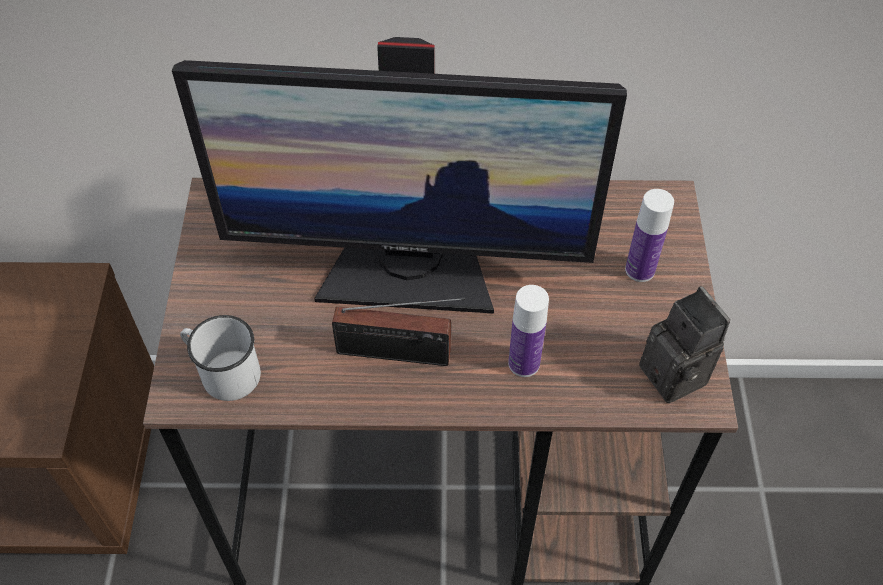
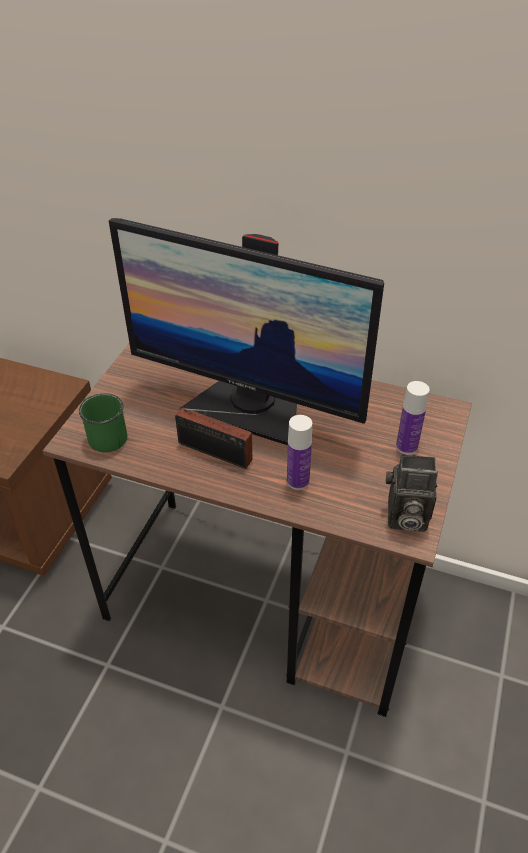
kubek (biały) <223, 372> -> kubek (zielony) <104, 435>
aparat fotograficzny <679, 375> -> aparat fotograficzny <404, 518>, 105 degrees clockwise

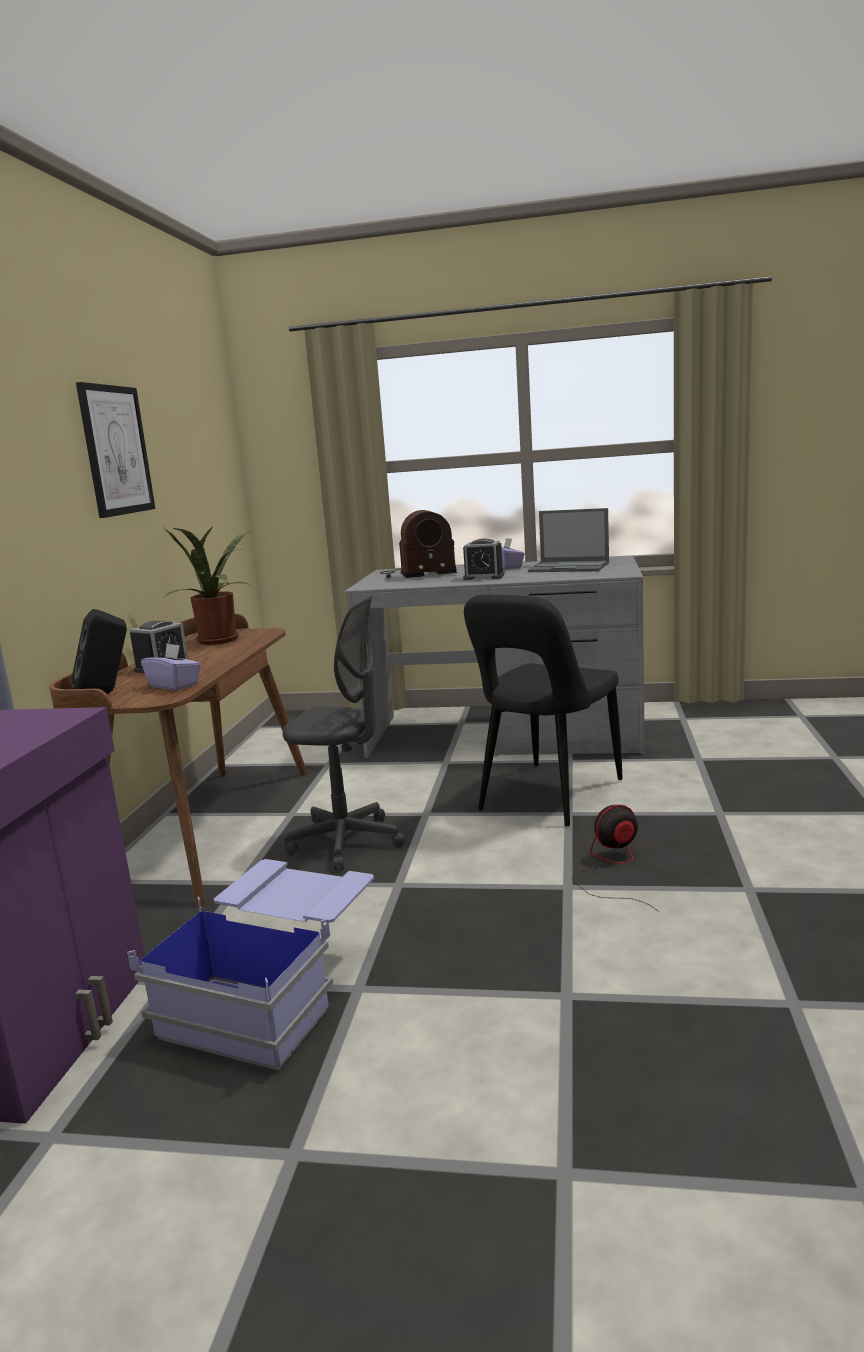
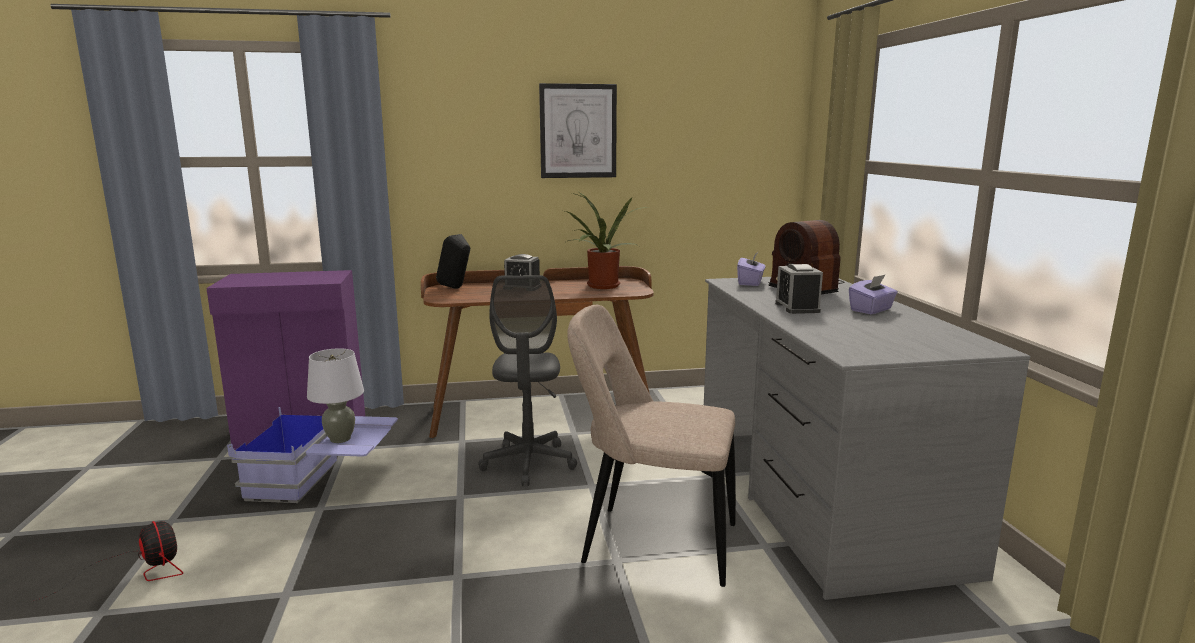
laptop <570, 567> -> none
none -> lampa stołowa (szary) <340, 439>
pudełko chusteczek (fioletowy) <174, 685> -> pudełko chusteczek (fioletowy) <750, 282>, shifted
wentylator <612, 867> -> wentylator <140, 570>, shifted
krzesło (czarny) <547, 797> -> krzesło (beżowy) <652, 543>

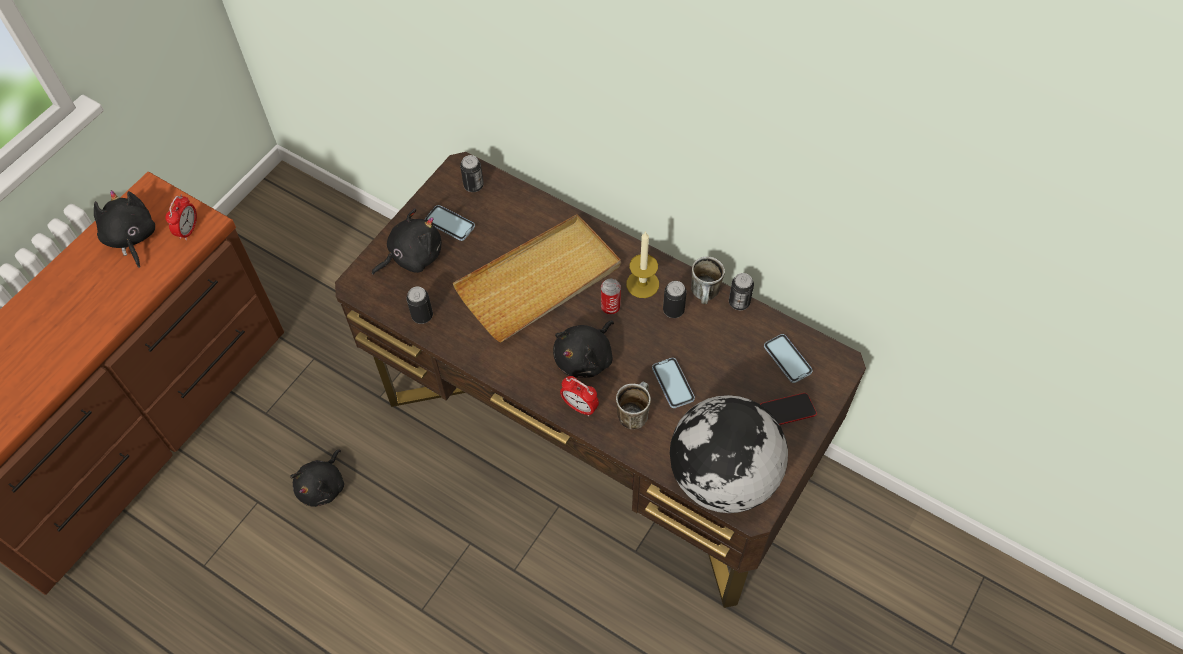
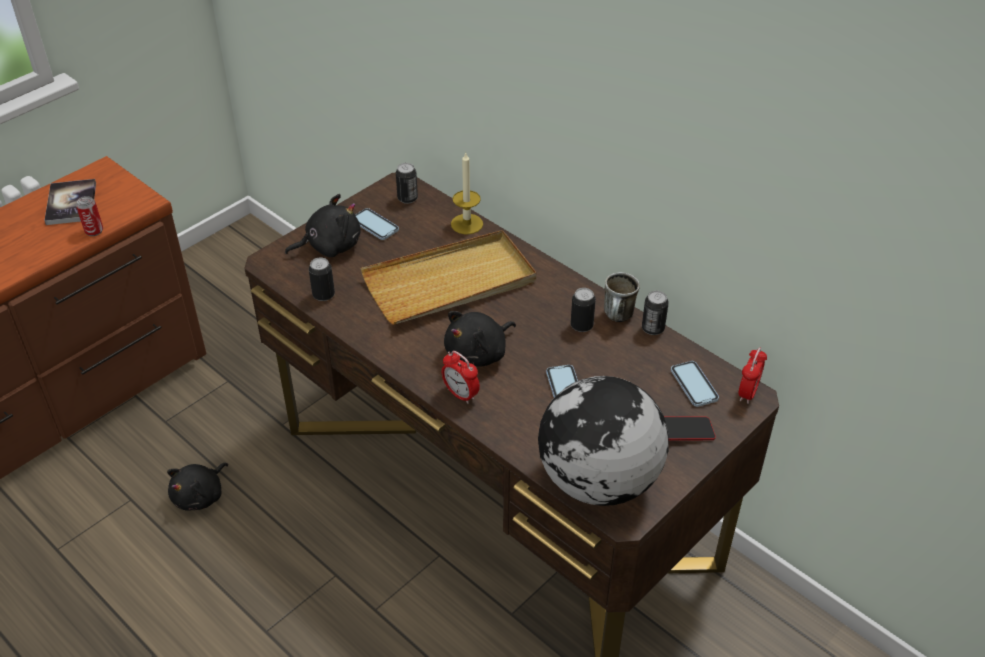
kubek <633, 413> -> none
budzik <188, 230> -> budzik <748, 393>, shifted
puszka <610, 307> -> puszka <94, 231>, shifted
świeca <642, 284> -> świeca <467, 224>, shifted
pluszak (czarny) <131, 238> -> książka <71, 203>

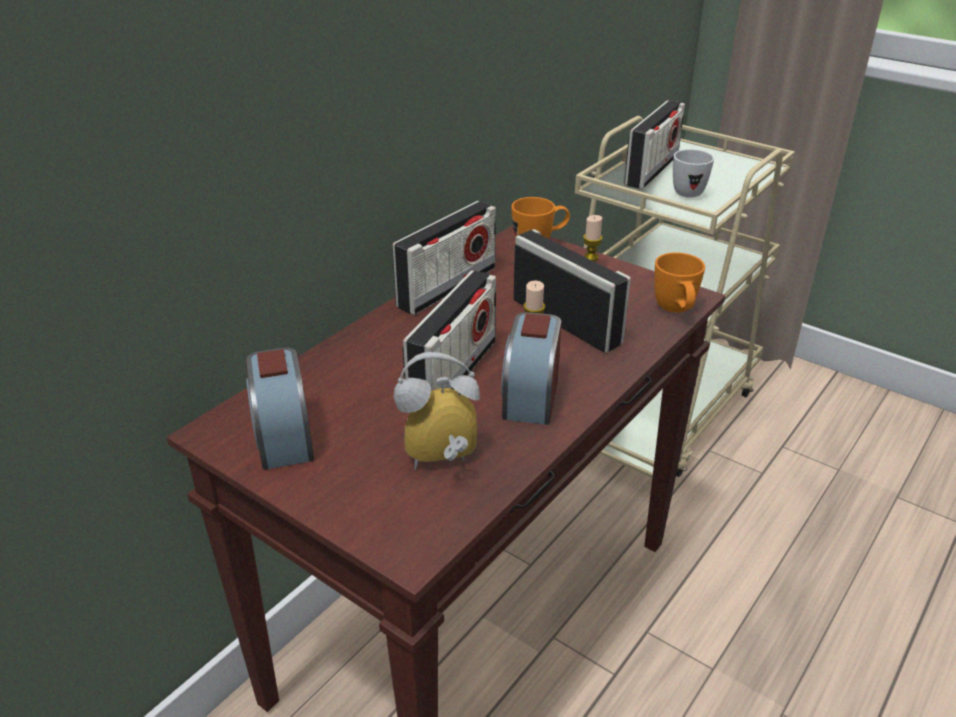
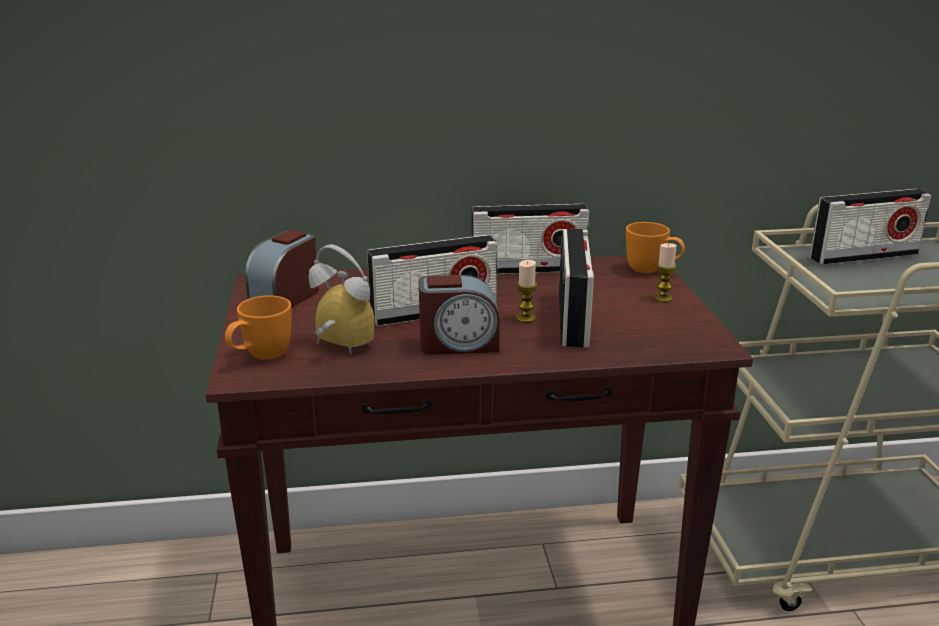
kubek (biały) <687, 190> -> none
kubek (pomarańczowy) <676, 311> -> kubek (pomarańczowy) <261, 357>, shifted
budzik <530, 396> -> budzik <459, 344>, 150 degrees counterclockwise

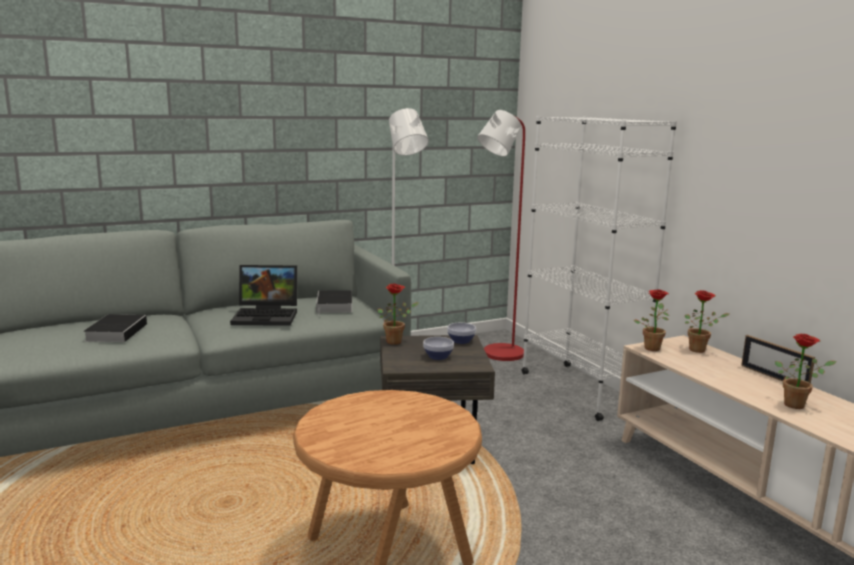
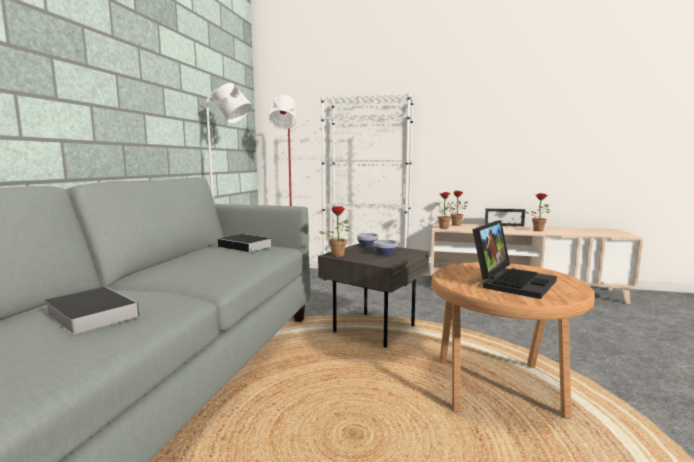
laptop <268, 316> -> laptop <512, 282>, shifted

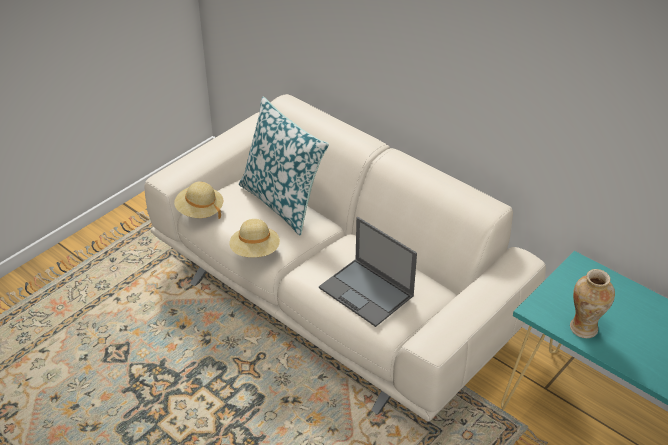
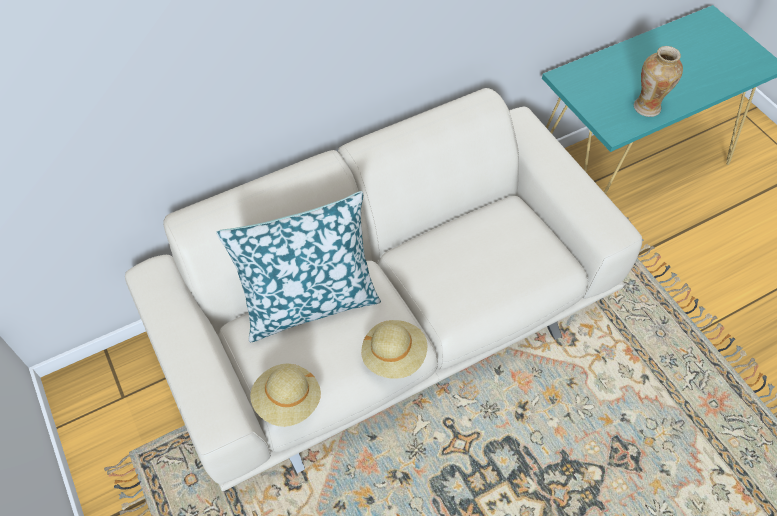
laptop <367, 292> -> none

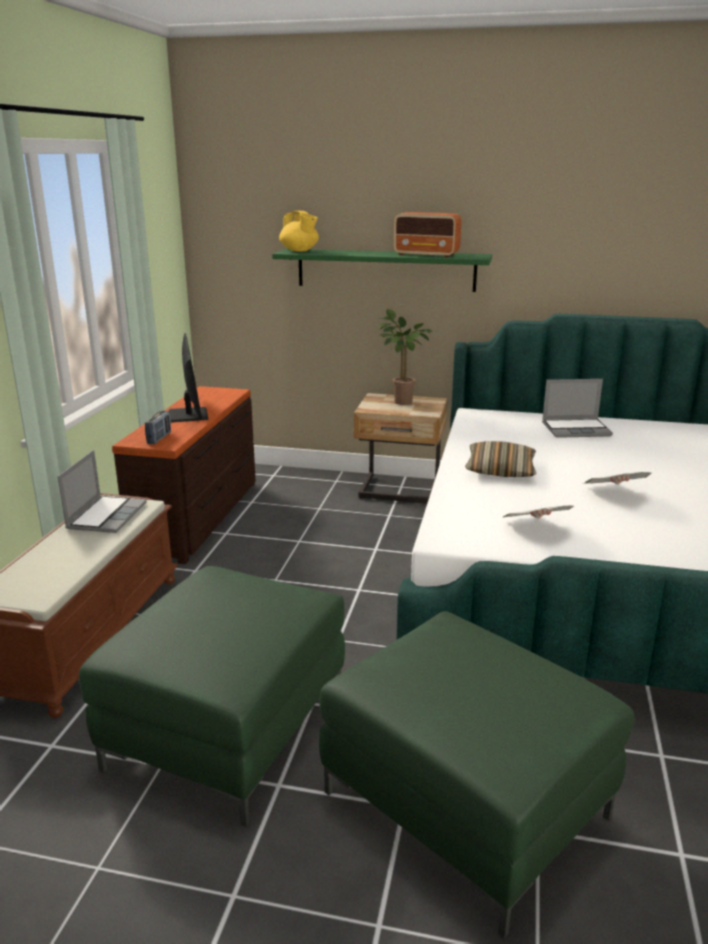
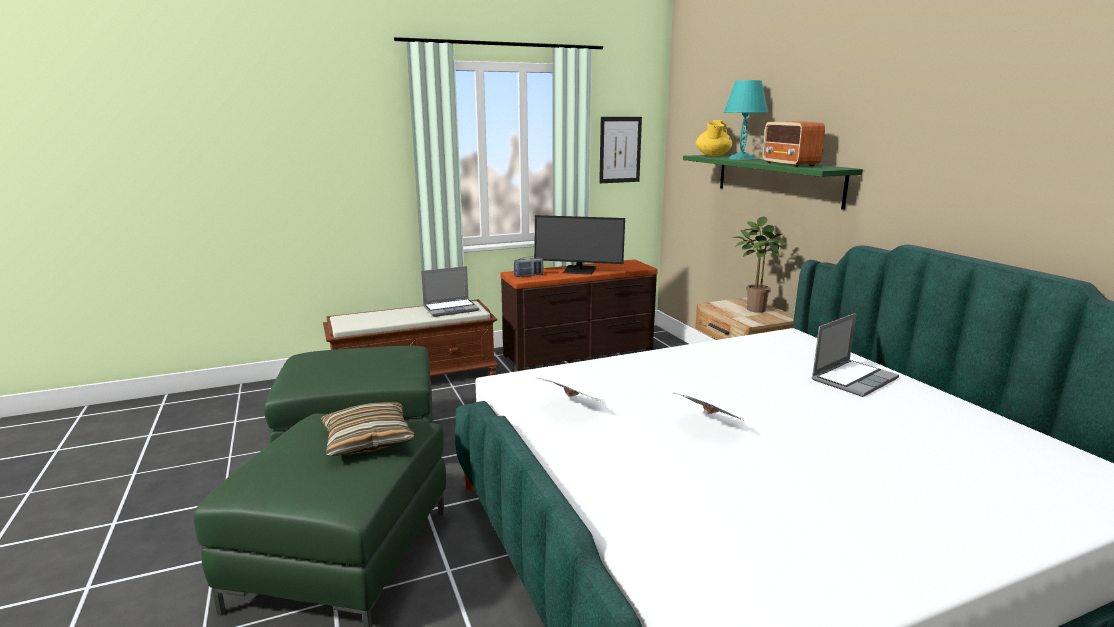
none -> obraz <620, 150>
none -> lampa stołowa (turkusowy) <741, 158>
poduszka <500, 470> -> poduszka <368, 440>, shifted
monitor <189, 415> -> monitor <579, 270>, 60 degrees clockwise
laptop <576, 429> -> laptop <853, 379>, 90 degrees counterclockwise

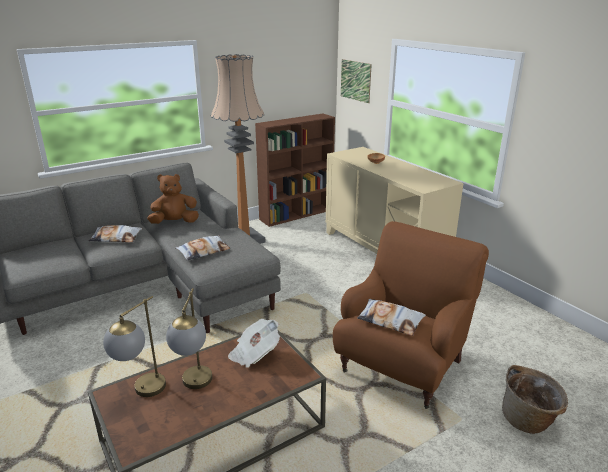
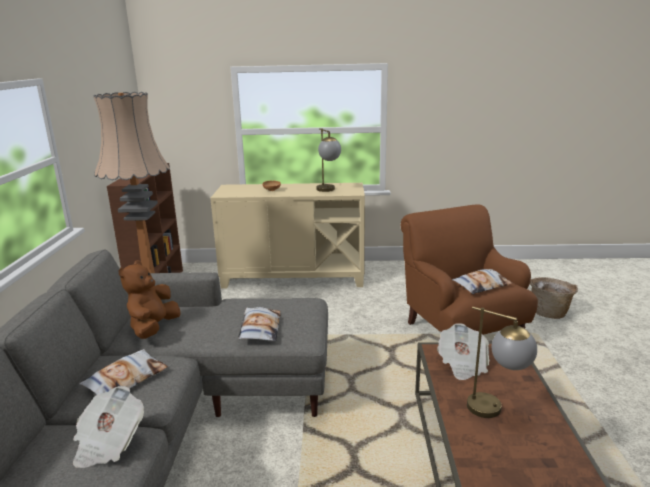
obraz <355, 80> -> none
none -> gazeta <108, 443>
lampa stołowa <142, 393> -> lampa stołowa <328, 191>, shifted

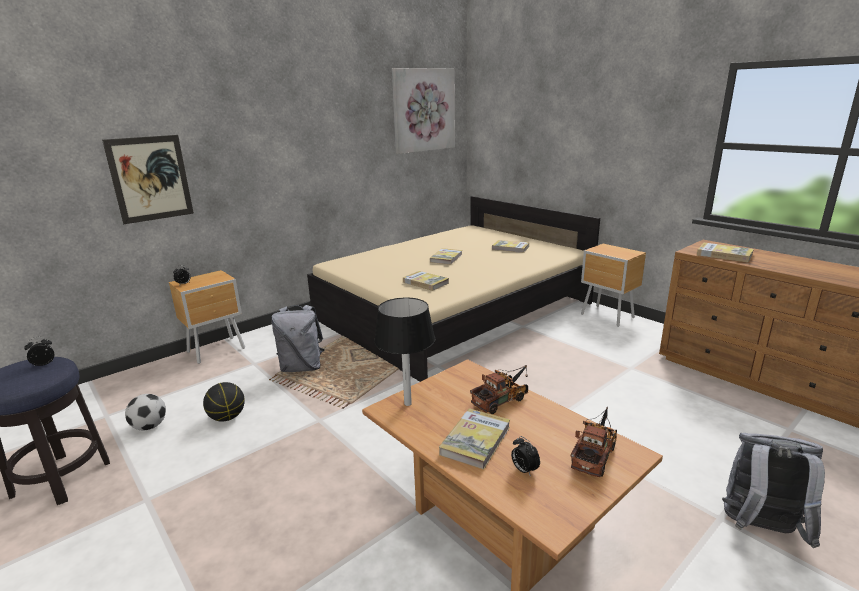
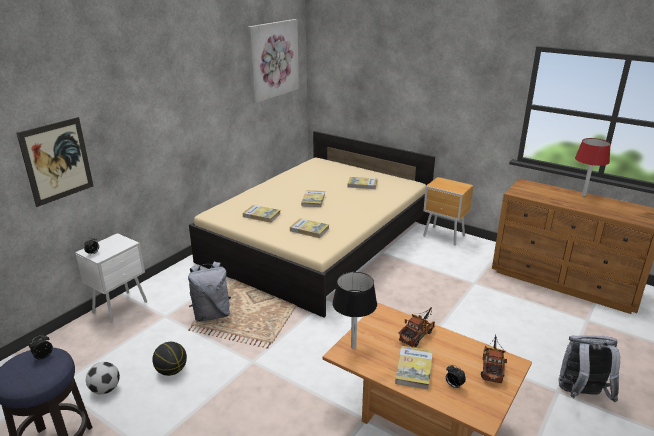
none -> lampa stołowa (czerwony) <583, 195>
książka <724, 255> -> książka <261, 215>, shifted
szafka nocna (brązowy) <218, 350> -> szafka nocna (biały) <121, 307>

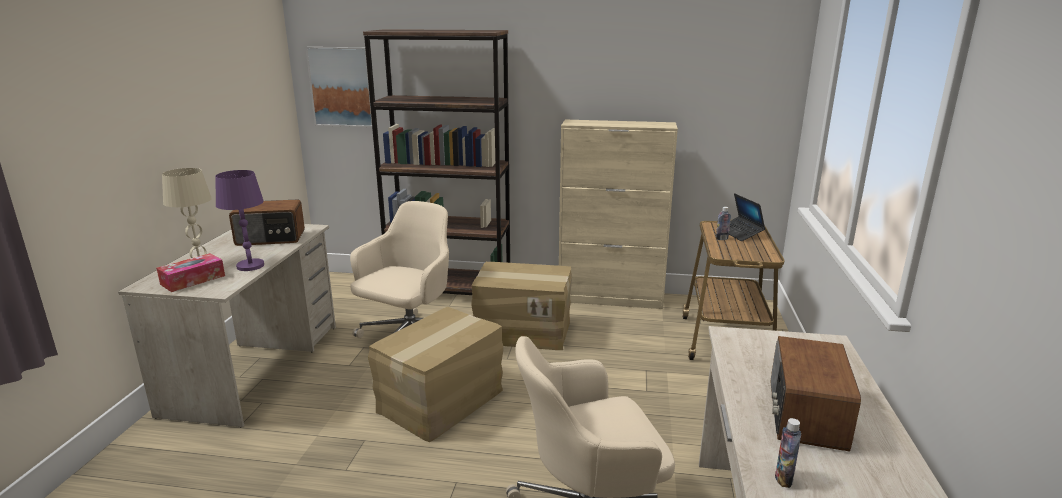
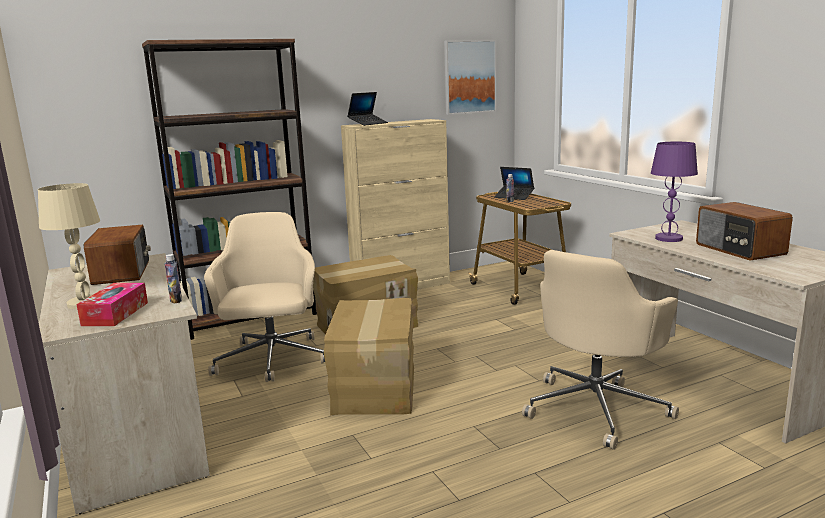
none -> laptop <368, 124>
lampa stołowa (fioletowy) <250, 266> -> lampa stołowa (fioletowy) <668, 238>, shifted
obraz <342, 87> -> obraz <469, 77>, shifted
butelka <783, 479> -> butelka <176, 300>, shifted
radio <271, 238> -> radio <123, 272>, 60 degrees counterclockwise

